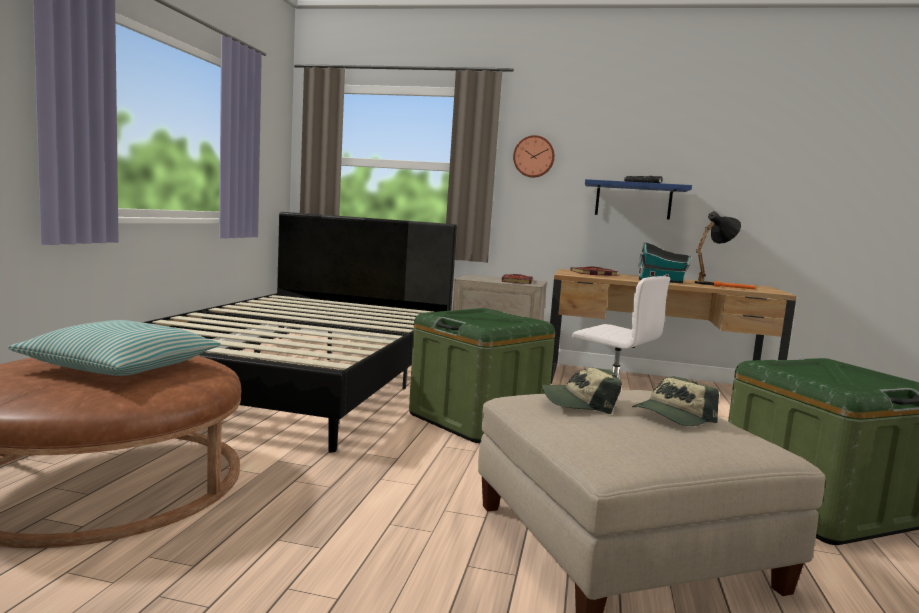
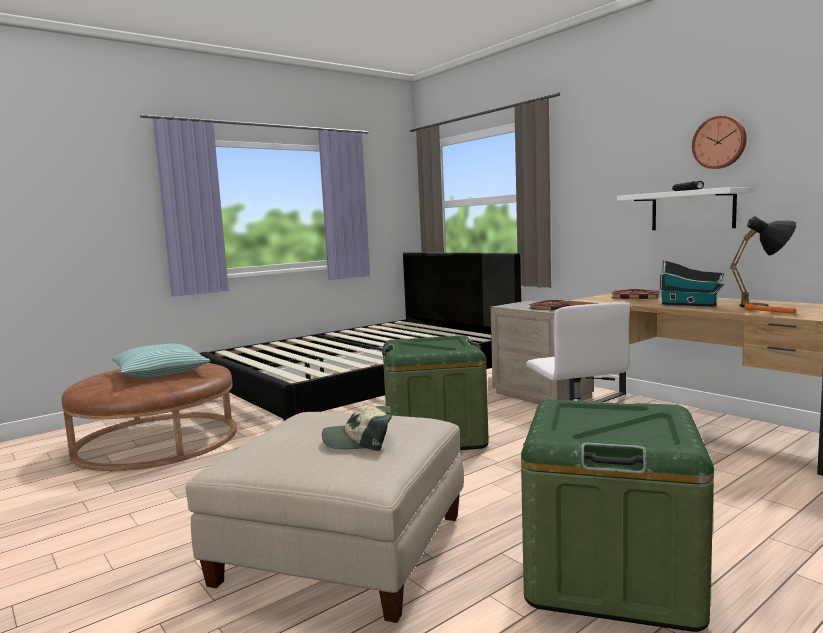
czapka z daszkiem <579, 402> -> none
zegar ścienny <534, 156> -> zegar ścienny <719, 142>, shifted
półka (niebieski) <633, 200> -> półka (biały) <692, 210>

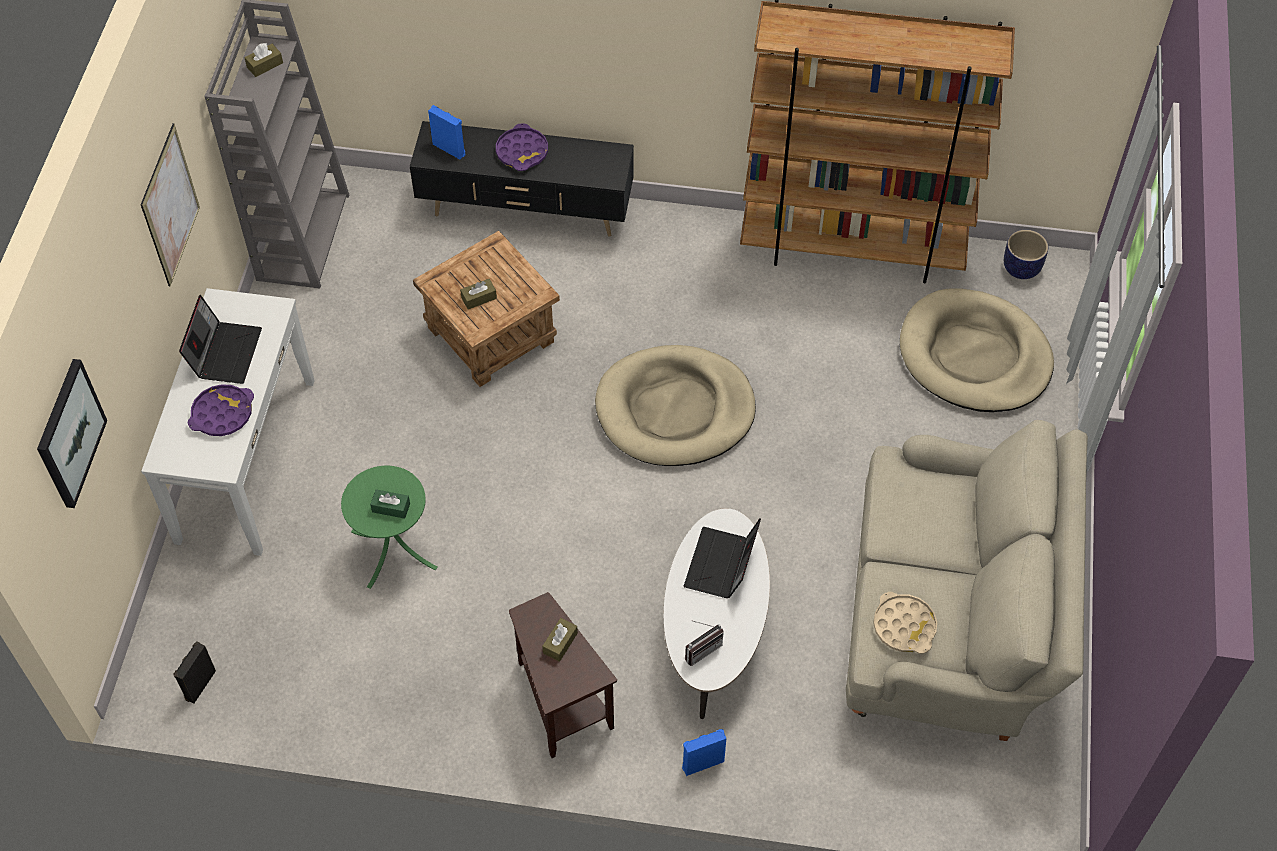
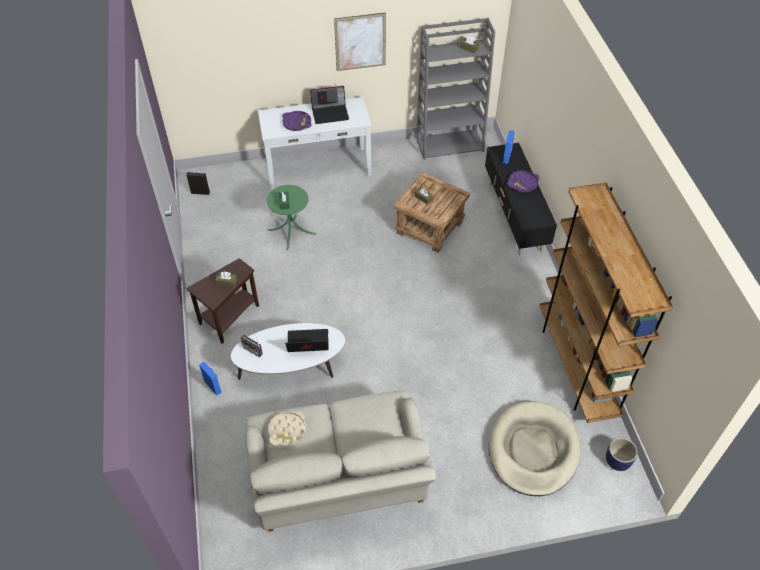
obraz <69, 433> -> none
legowisko (beżowy) <675, 410> -> none

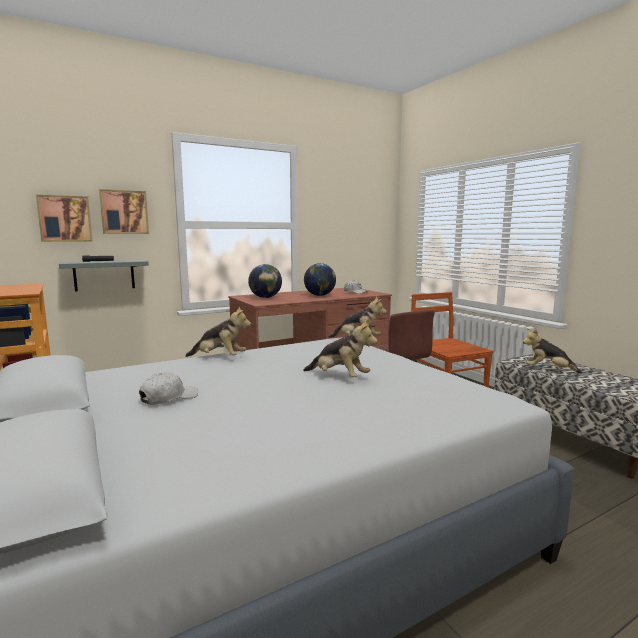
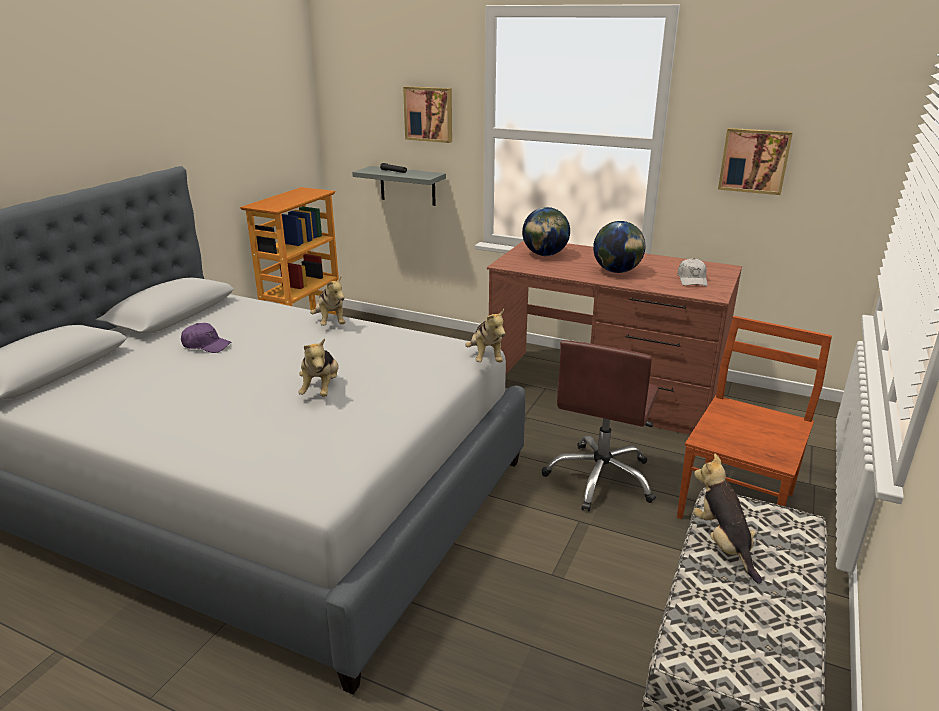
obraz <65, 219> -> obraz <754, 160>, shifted
czapka z daszkiem (biały) <168, 398> -> czapka z daszkiem (fioletowy) <206, 345>

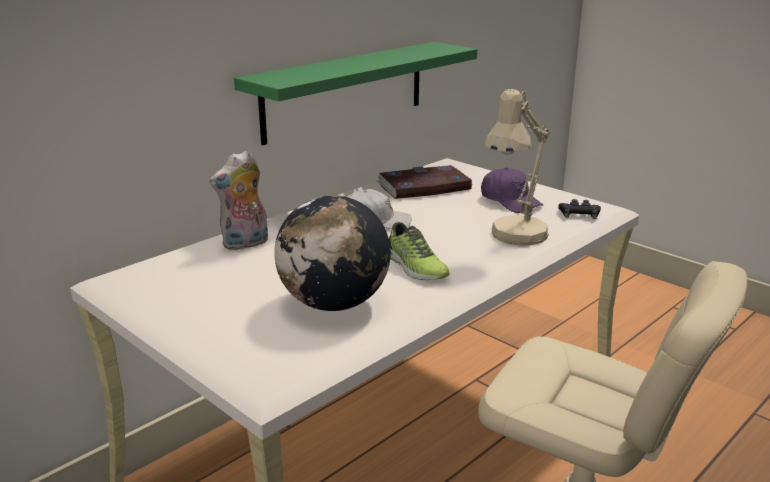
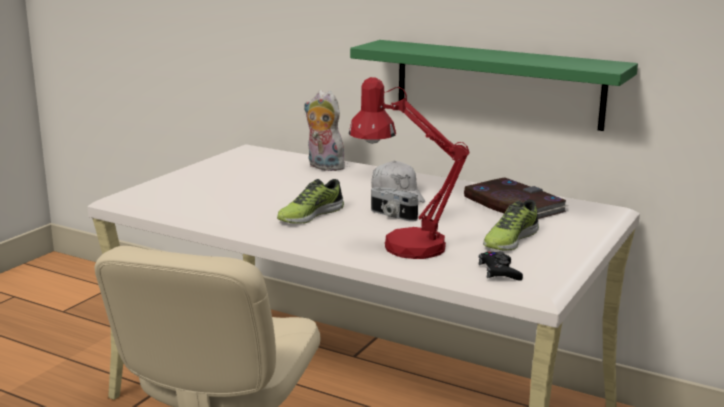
globus <333, 304> -> none
none -> aparat fotograficzny <392, 215>
czapka z daszkiem (fioletowy) <510, 201> -> but <509, 240>
lampa stołowa (beżowy) <514, 238> -> lampa stołowa (czerwony) <401, 245>

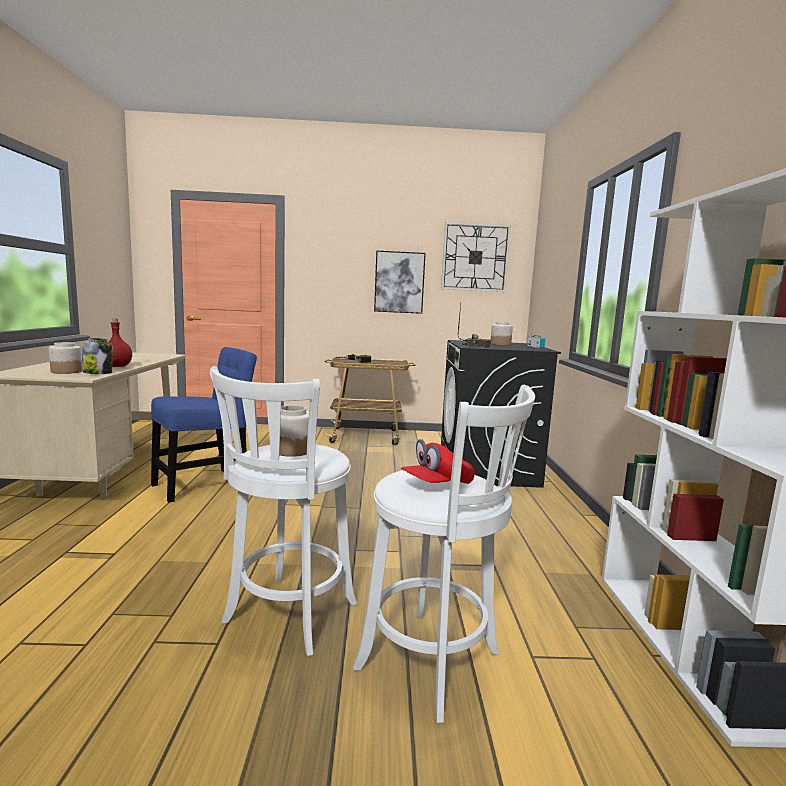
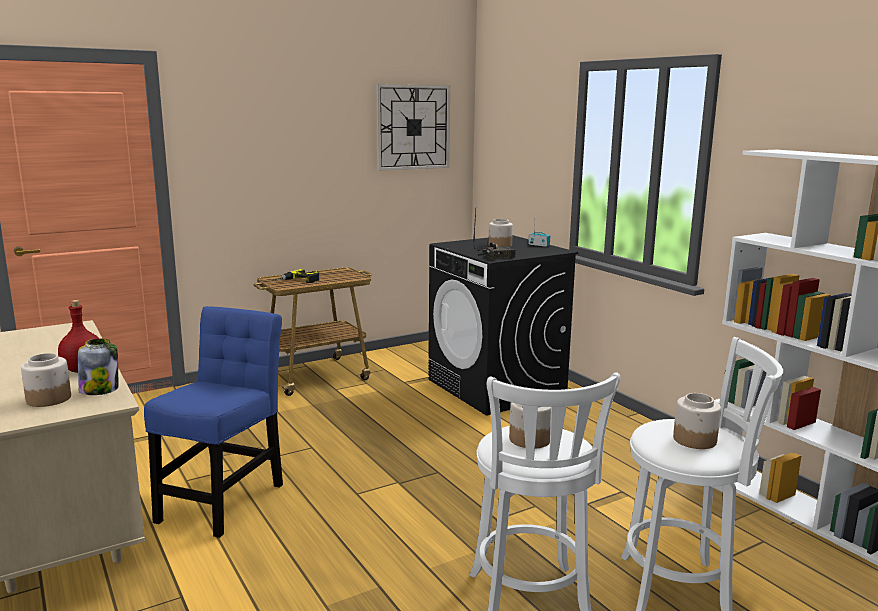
obraz <399, 282> -> none
czapka z daszkiem (czerwony) <437, 485> -> słoik <695, 440>

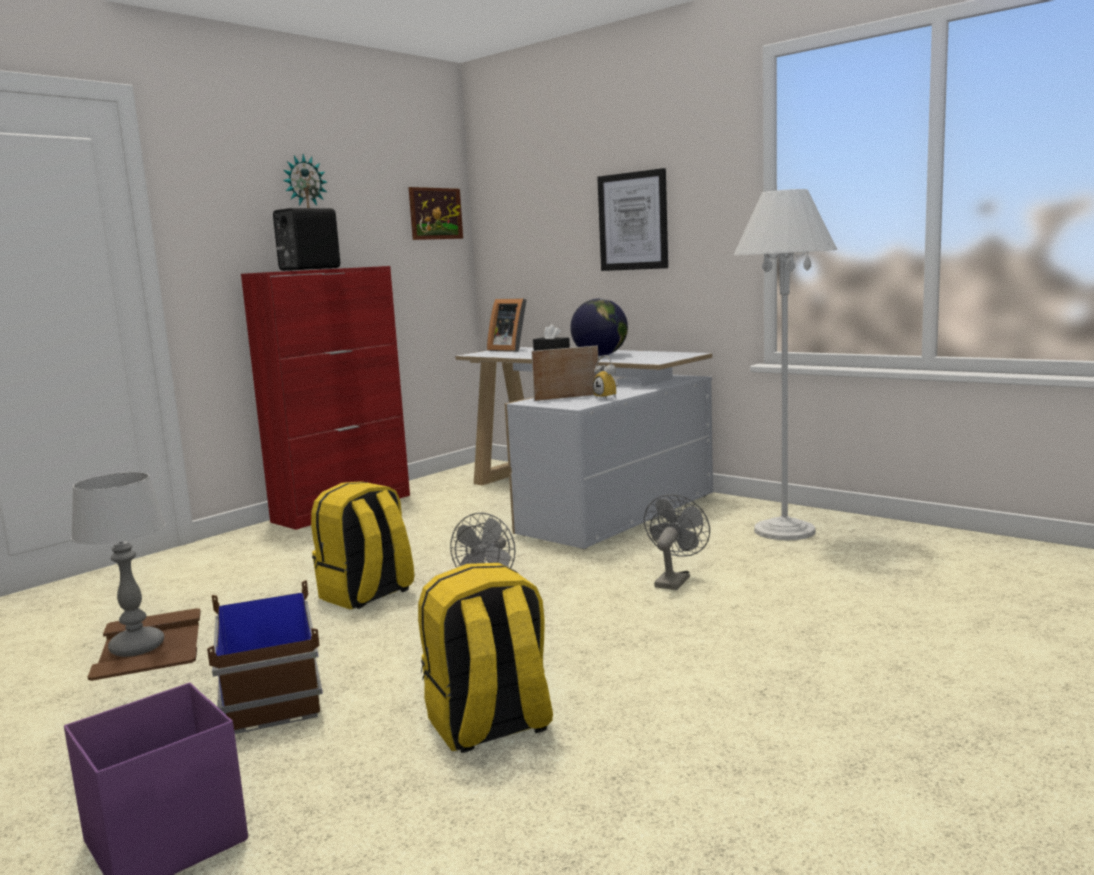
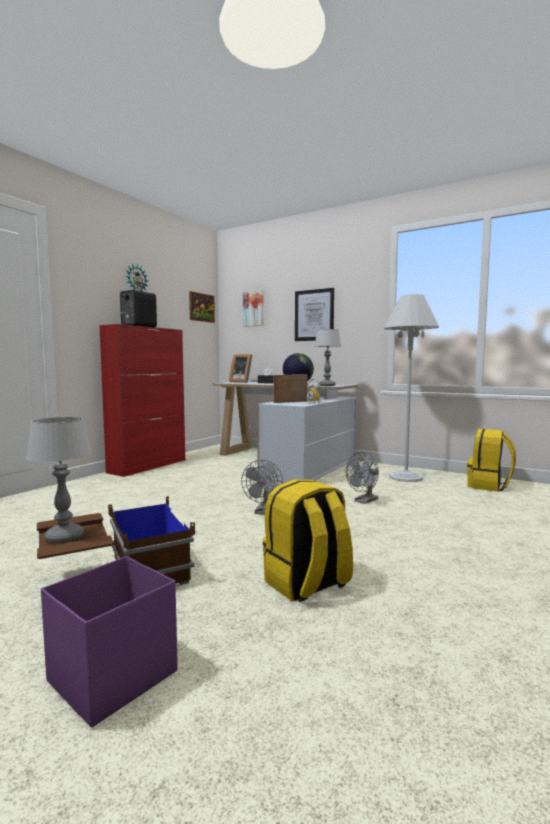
none -> obraz <254, 308>
none -> lampa stołowa <327, 385>
plecak (żółty) <367, 595> -> plecak (żółty) <489, 486>, shifted
wentylator (szary) <674, 580> -> wentylator (szary) <364, 501>, 150 degrees counterclockwise

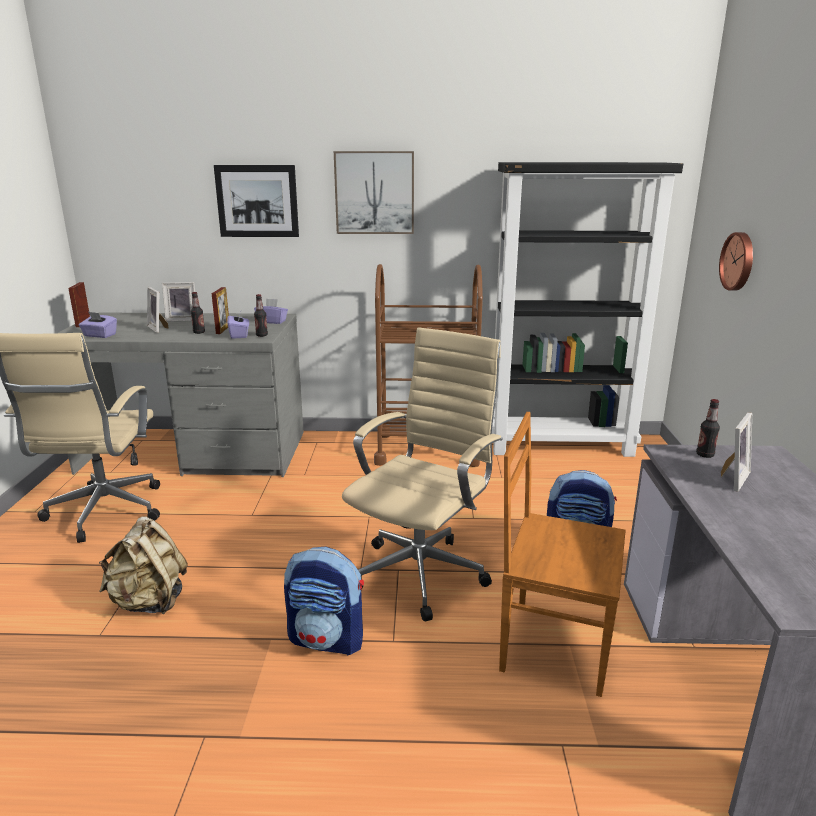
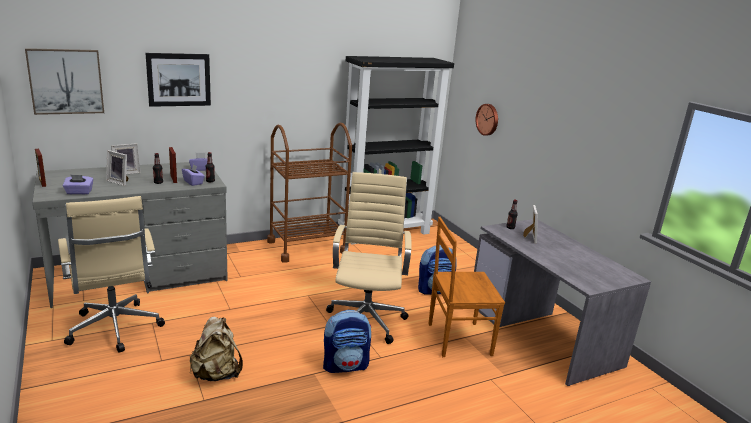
obraz <374, 193> -> obraz <66, 81>, shifted

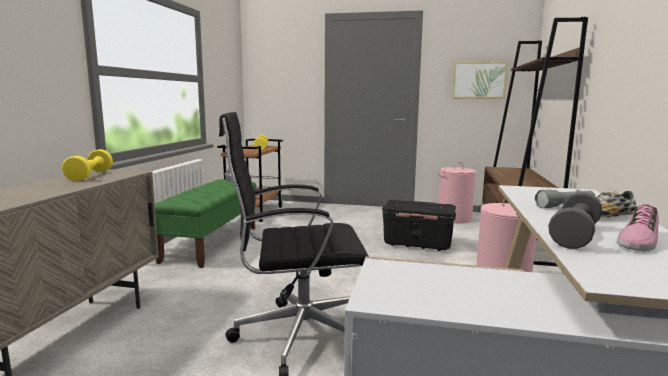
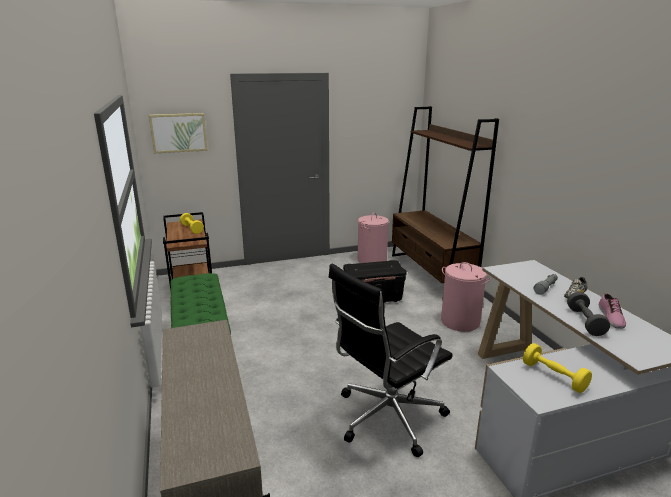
hantel (żółty) <90, 176> -> hantel (żółty) <554, 376>, shifted
obraz <479, 80> -> obraz <178, 132>, shifted

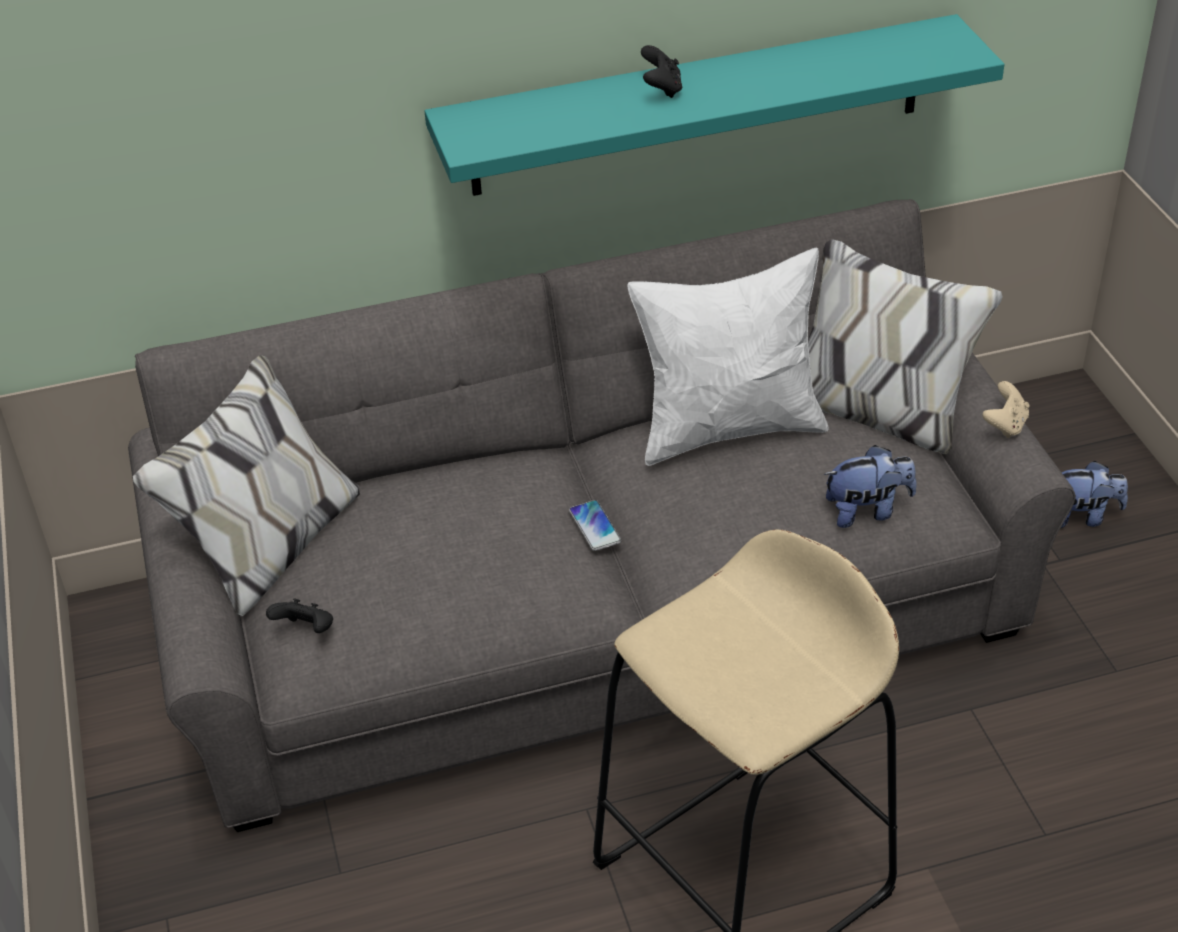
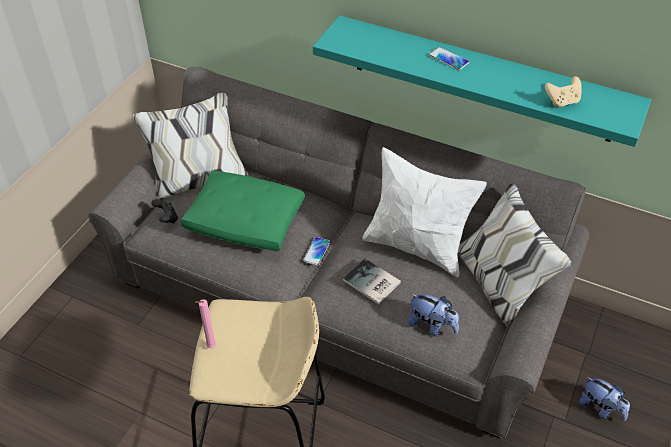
none -> poduszka (zielony) <246, 221>
none -> świeca (różowy) <210, 347>
none -> książka <372, 283>
pad do gier (beżowy) <1005, 425> -> pad do gier (beżowy) <562, 101>, shifted
pad do gier (czarny) <661, 89> -> telefon <448, 59>

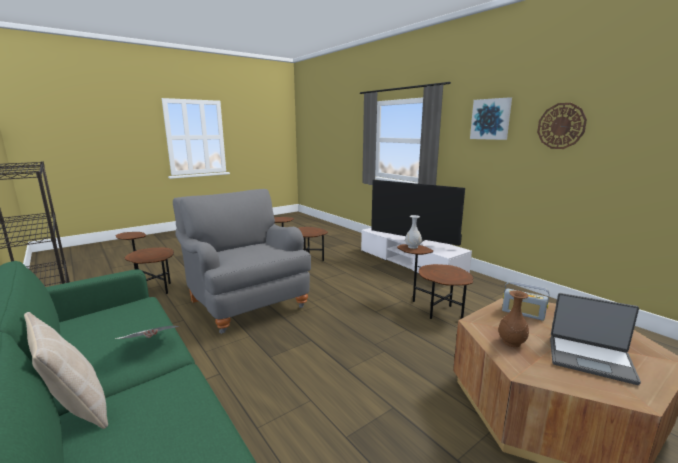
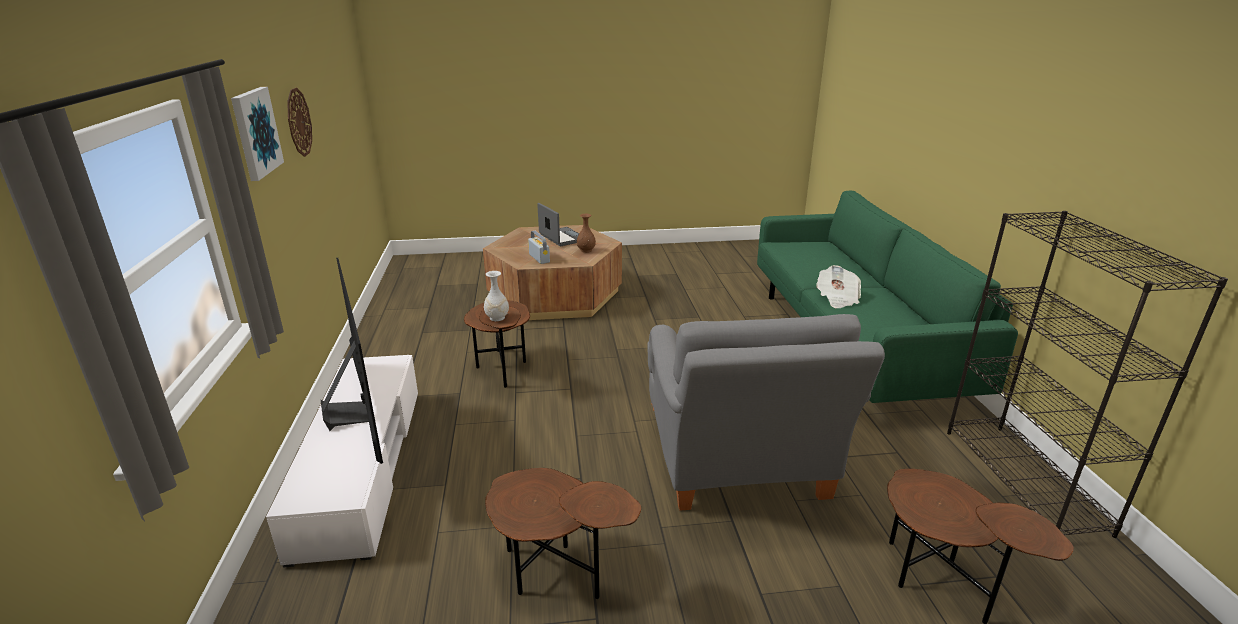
poduszka (beżowy) <76, 408> -> none

